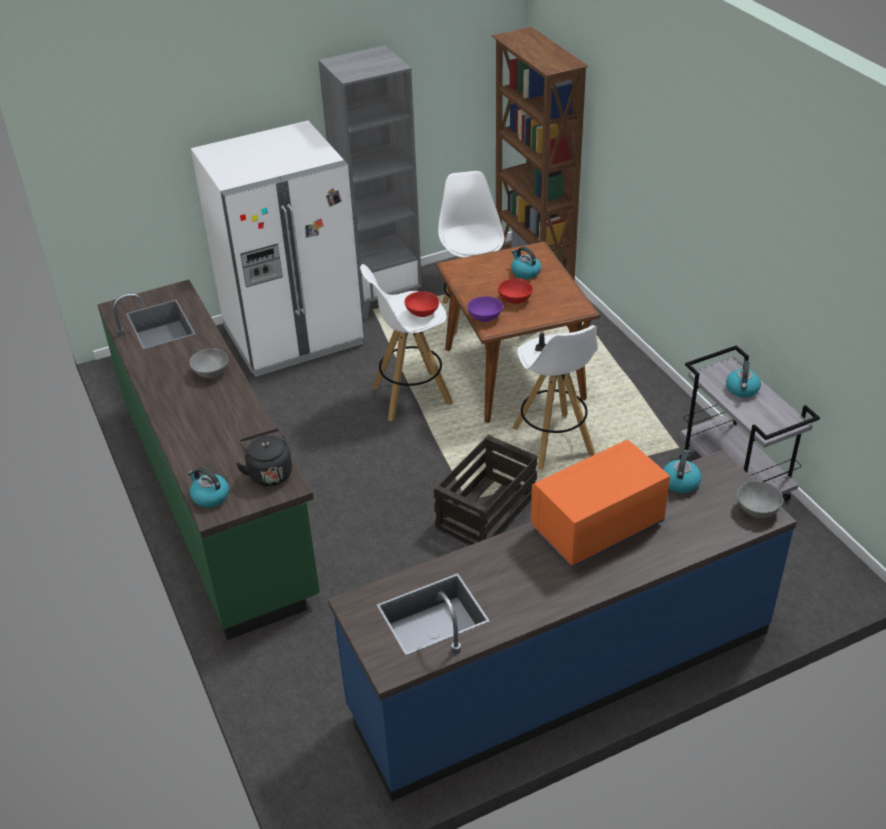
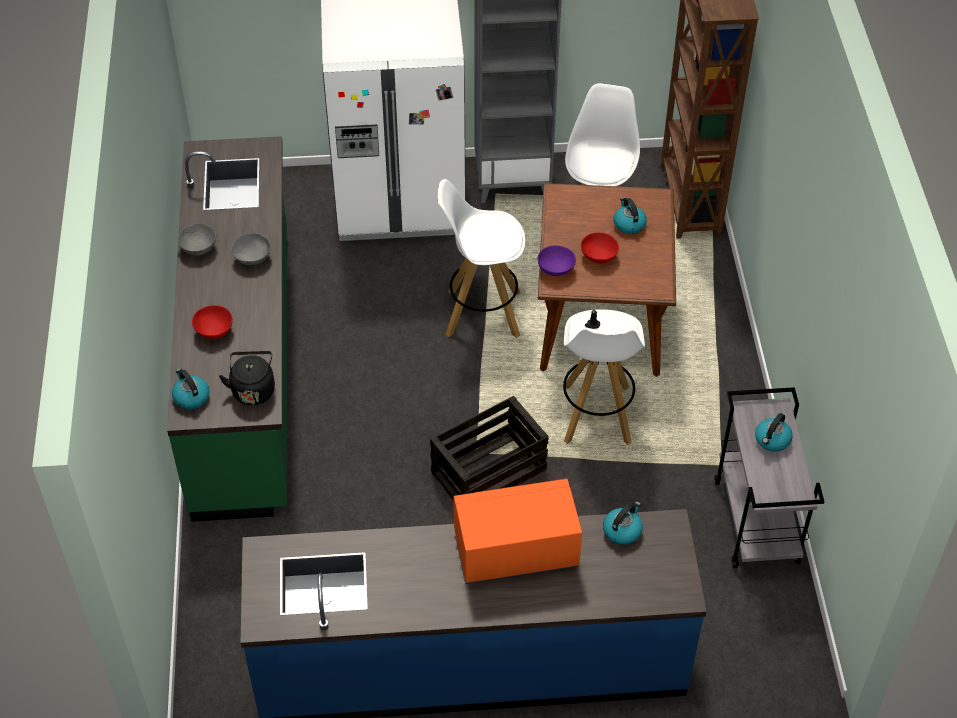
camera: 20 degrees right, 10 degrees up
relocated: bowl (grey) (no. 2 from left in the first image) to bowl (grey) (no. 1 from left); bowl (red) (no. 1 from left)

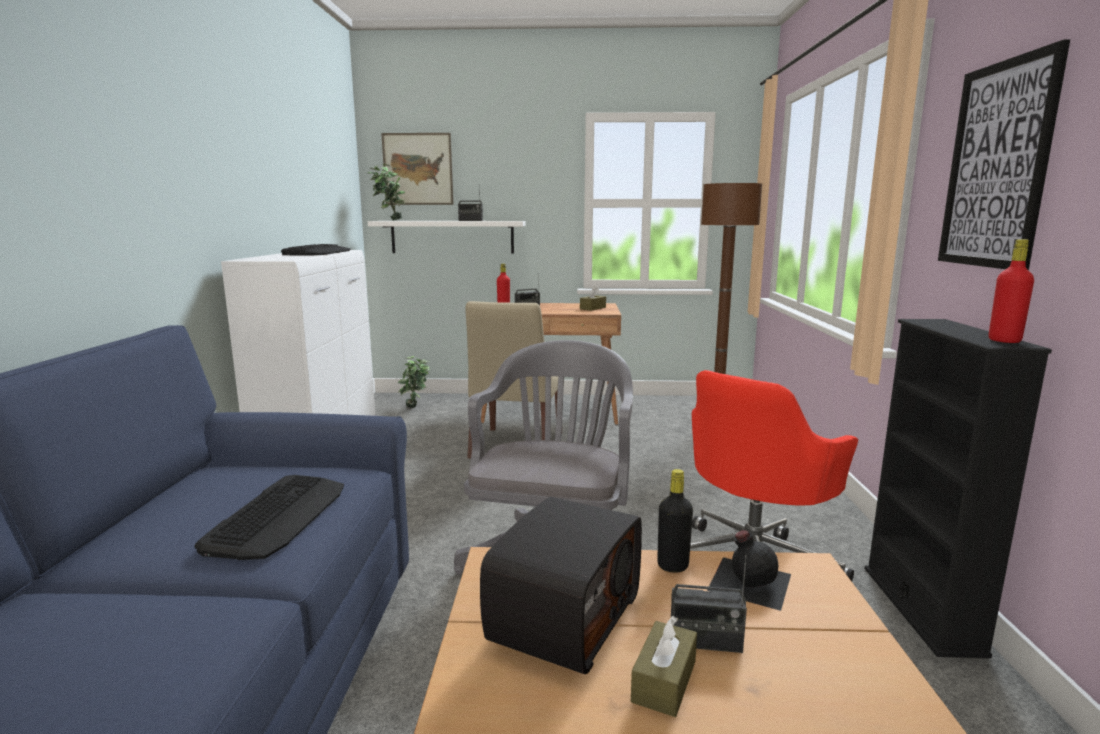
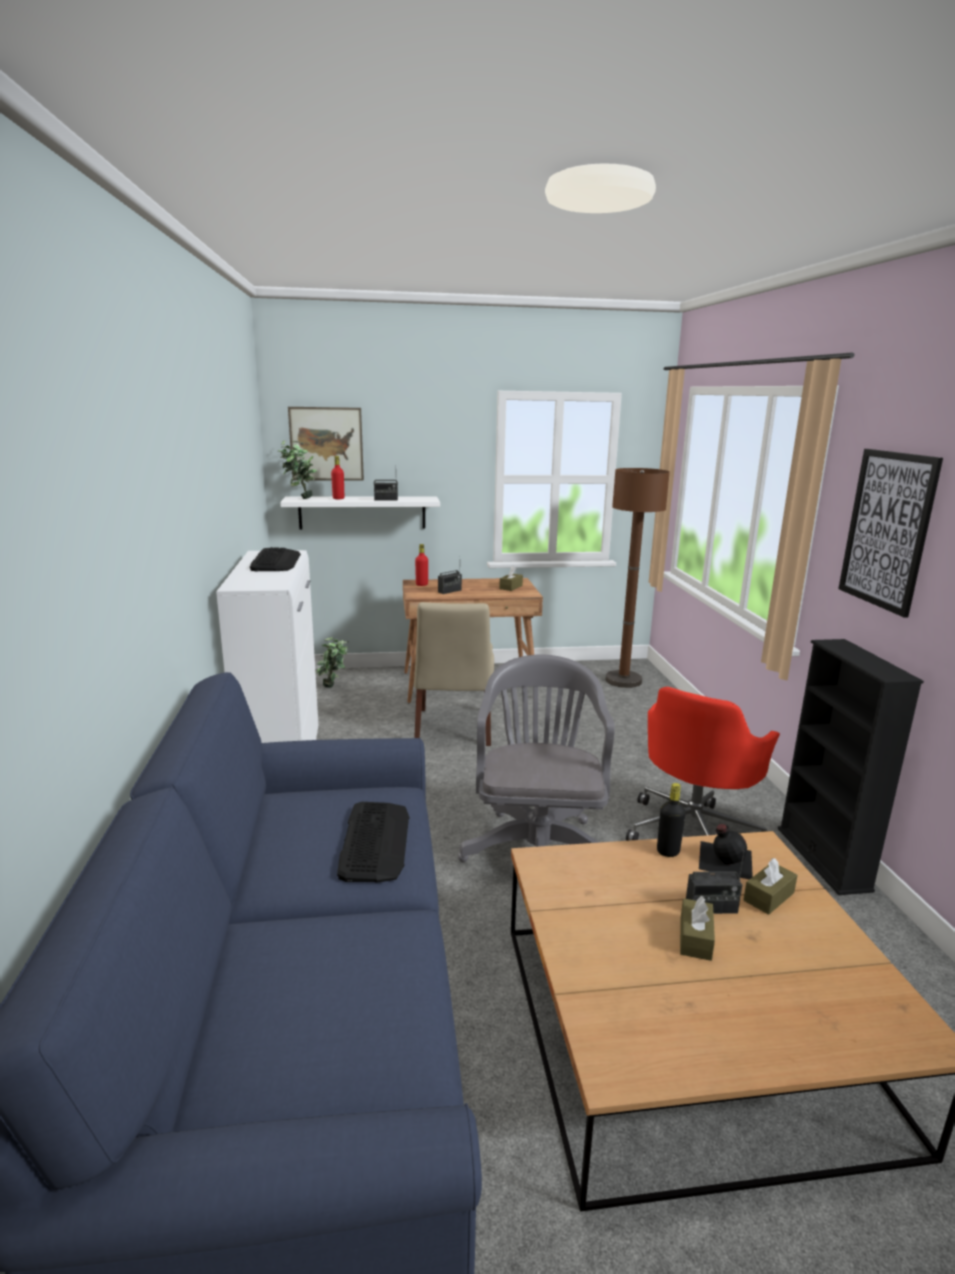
camera: 10 degrees left, 5 degrees up
missing: radio (no. 3 from left)
appeared: tissue box (brown) (no. 3 from left)
relocated: bottle (red) (no. 2 from left in the first image) to bottle (red) (no. 1 from left)

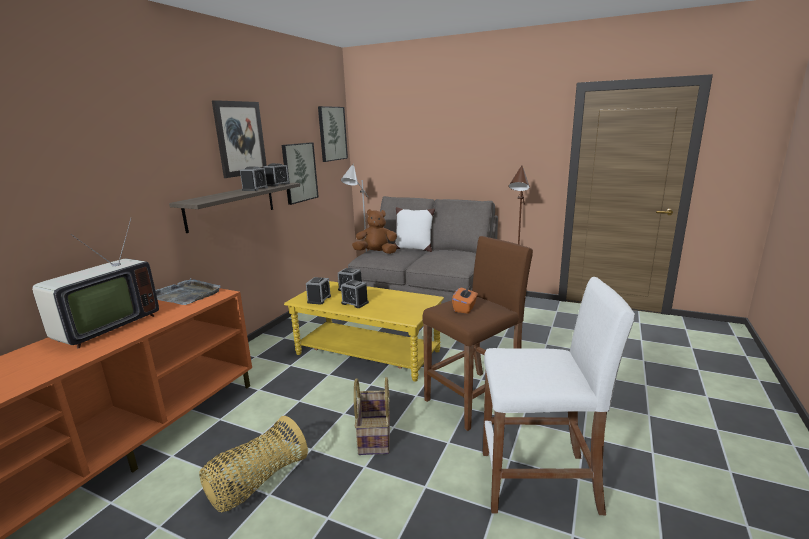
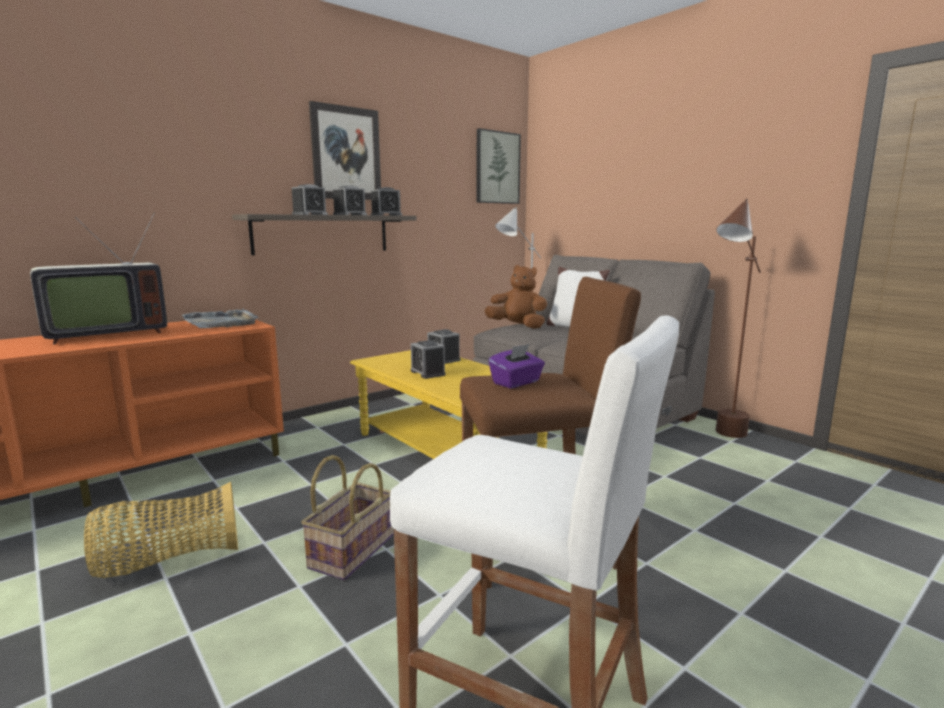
camera: 25 degrees right, 5 degrees down
missing: picture (no. 2 from left)
relocated: alarm clock (no. 3 from left in the first image) to alarm clock (no. 1 from left)
colour: tissue box (orange) to tissue box (purple)

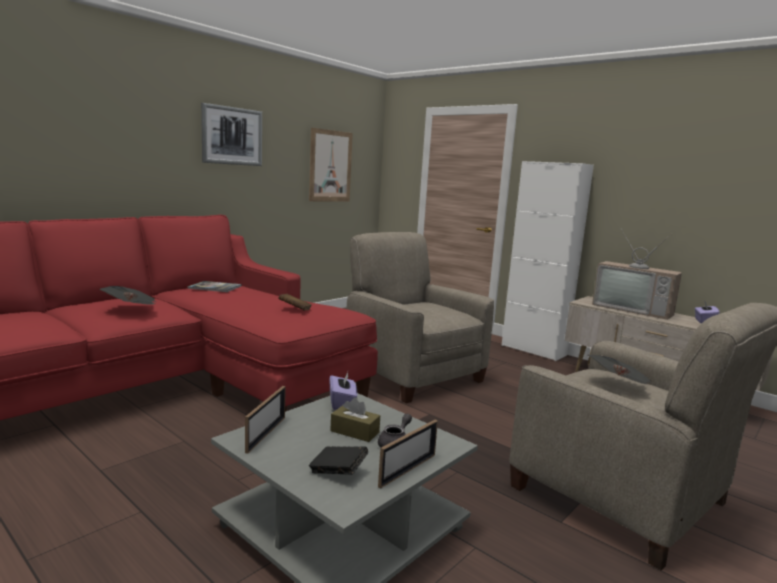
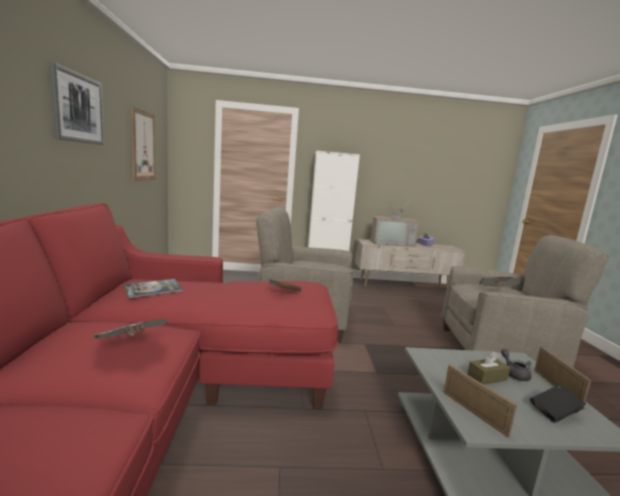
camera: 45 degrees left, 0 degrees up
missing: tissue box (purple) (no. 1 from left)

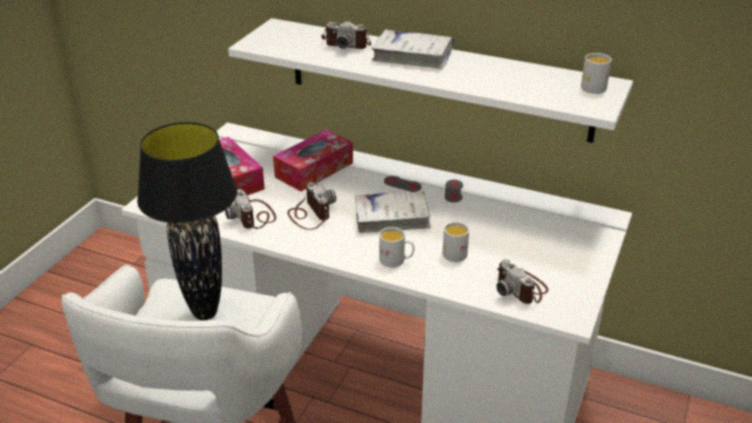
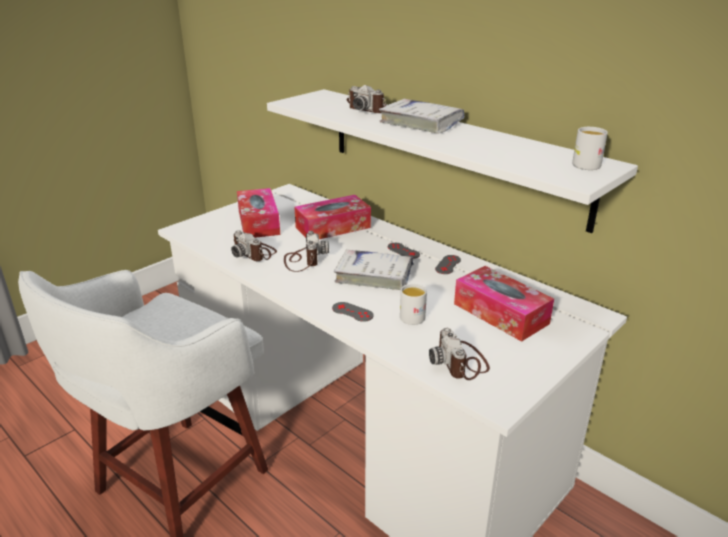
camera: 20 degrees right, 5 degrees down
missing: table lamp (black)
appeared: tissue box (no. 3 from left)
exchanged: mug (white) (no. 1 from left) to game controller (grey) (no. 1 from left)
spun: photo camera (no. 1 from left) 45 degrees counterclockwise

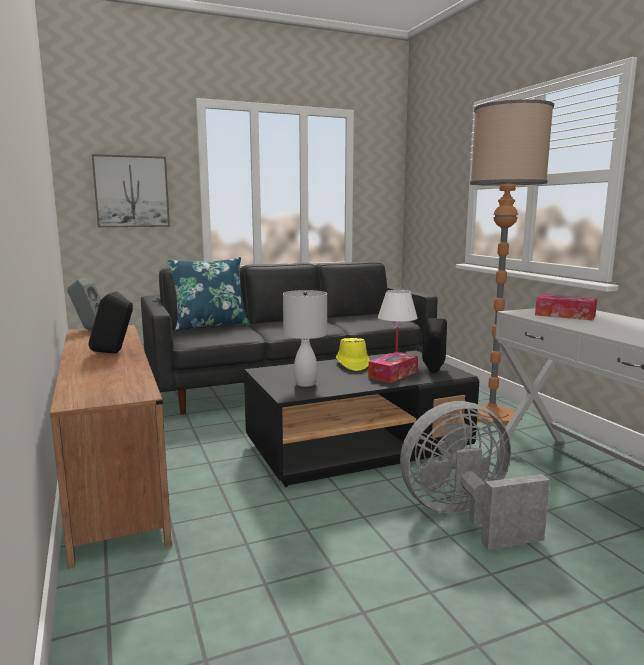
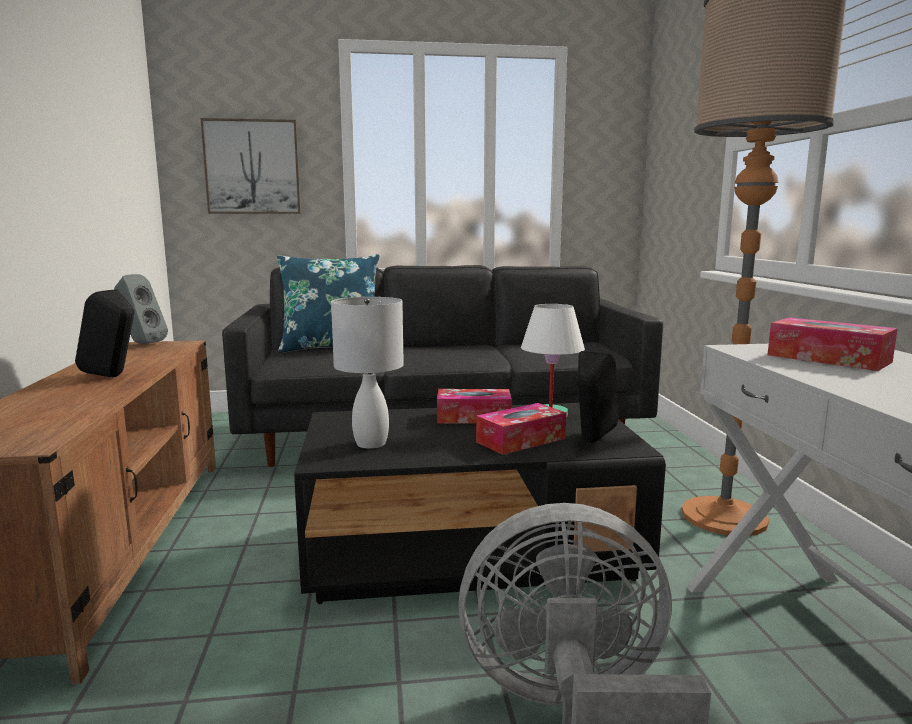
camera: 15 degrees right, 0 degrees up
exchanged: hat (yellow) to tissue box (no. 1 from left)

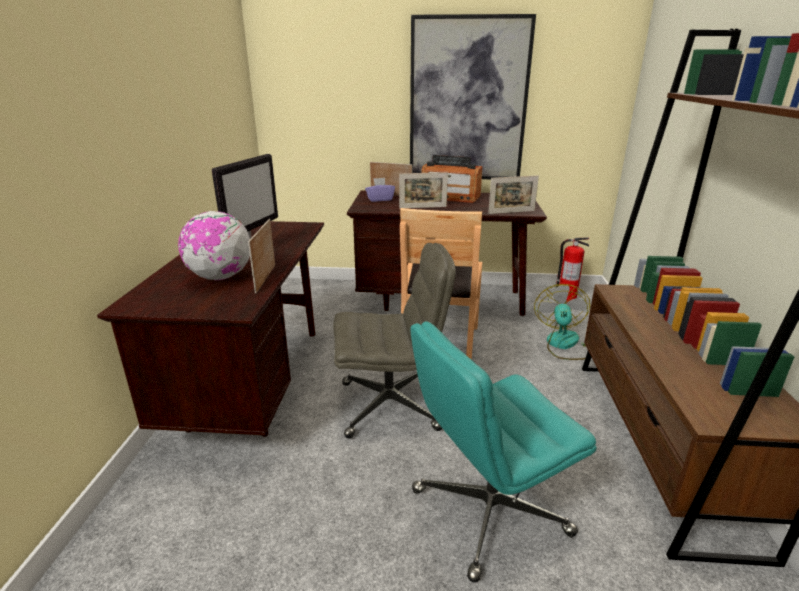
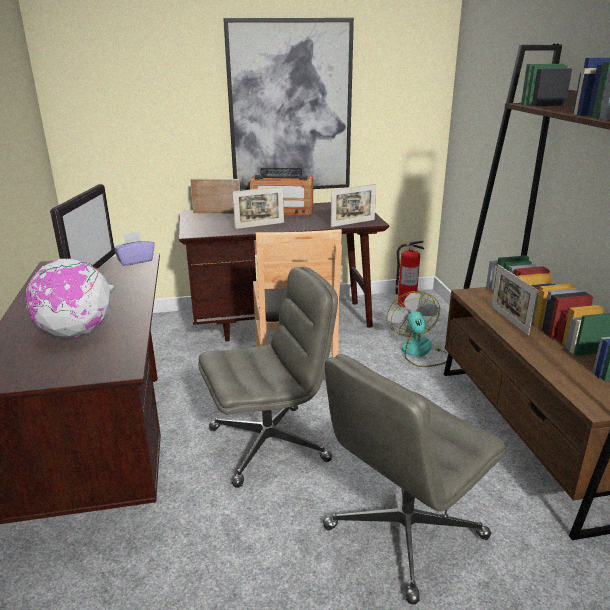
camera: 15 degrees left, 0 degrees up
relocated: tissue box (purple); picture frame (no. 1 from left in the first image) to picture frame (no. 4 from left)
colour: office chair (turquoise) to office chair (grey) (no. 2 from left)

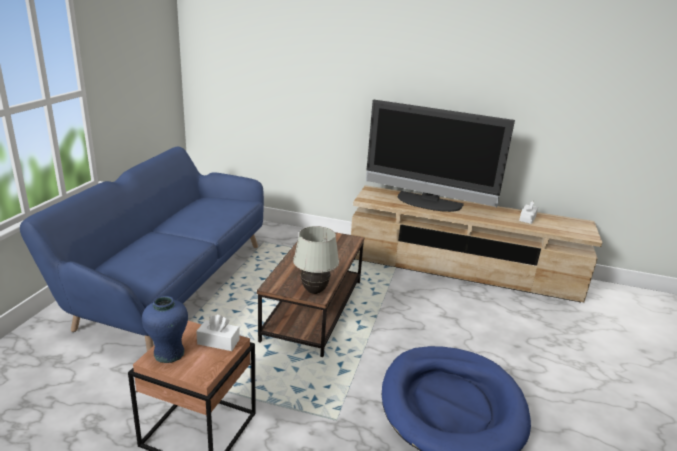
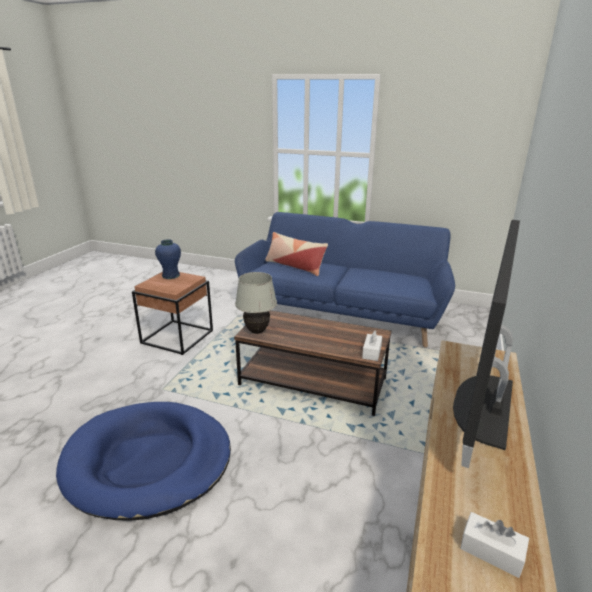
camera: 95 degrees right, 0 degrees up
appeared: pillow
relocated: tissue box (white) (no. 1 from left)

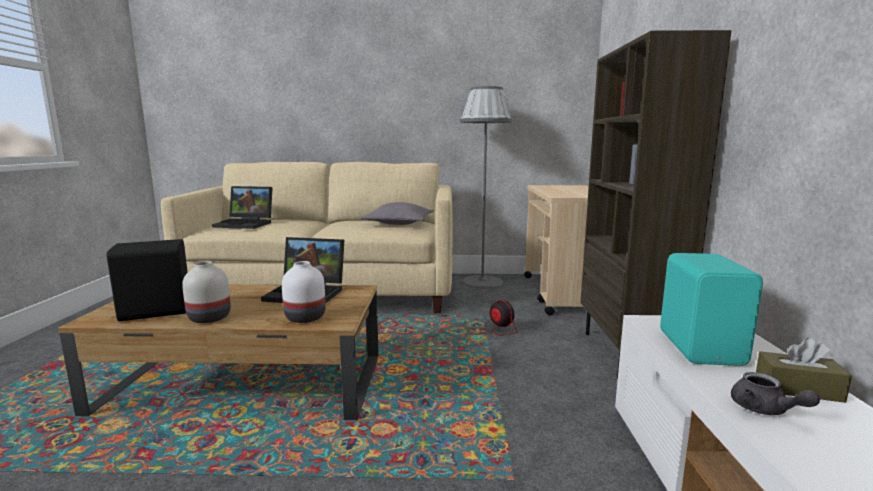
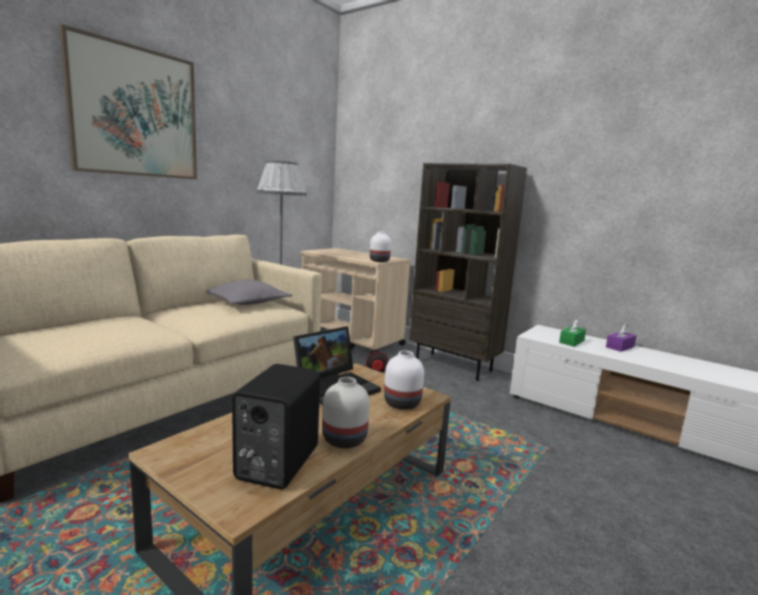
camera: 55 degrees left, 0 degrees up
missing: laptop (no. 1 from left); teapot (grey)
appeared: picture; vase (white) (no. 2 from left)
exchanged: speaker (turquoise) to tissue box (green)
colour: tissue box (brown) to tissue box (purple)

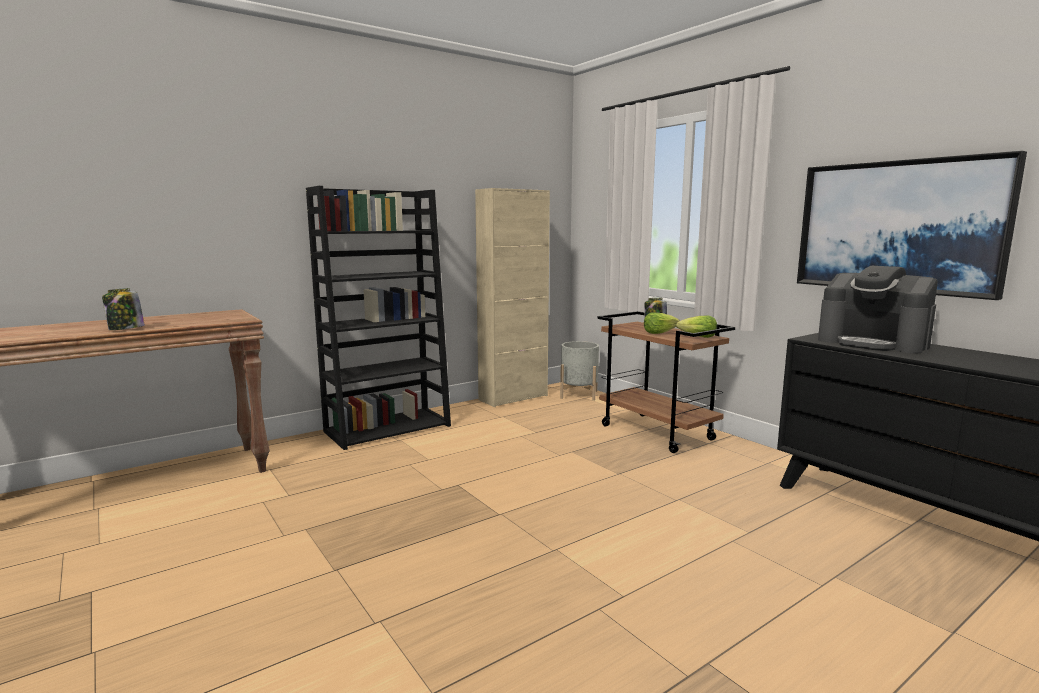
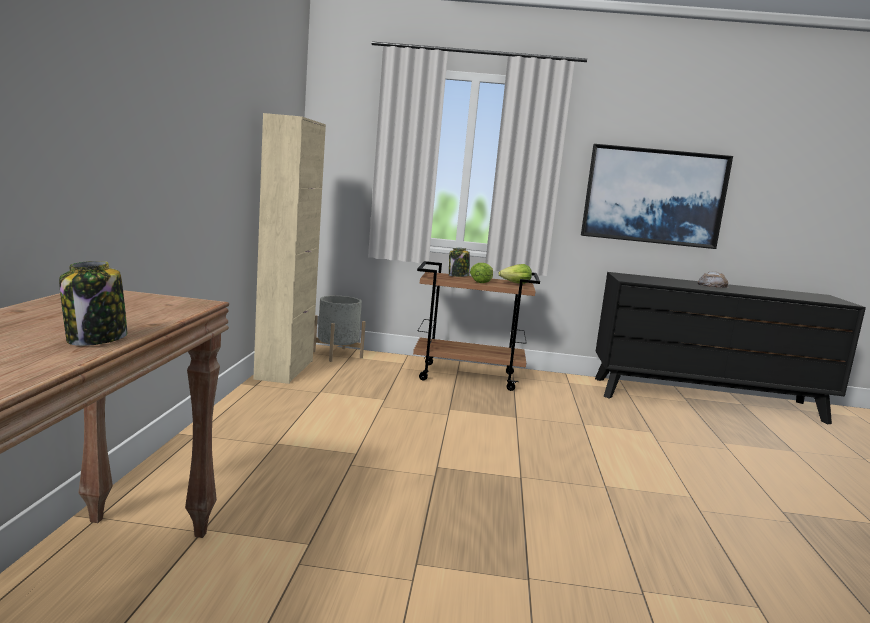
camera: 50 degrees left, 0 degrees up
missing: bookcase (black); coffee machine
appeared: bread

